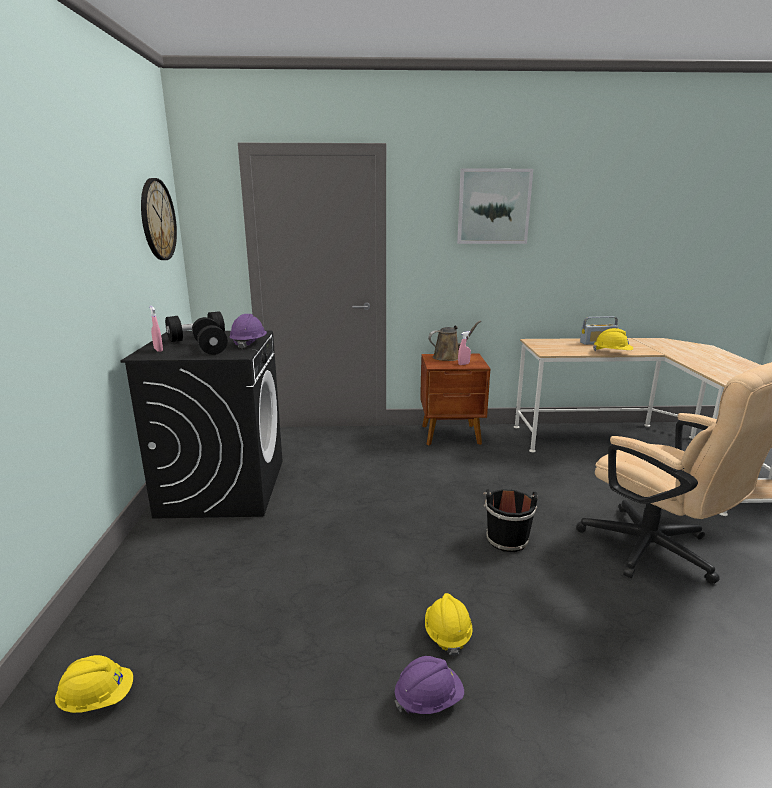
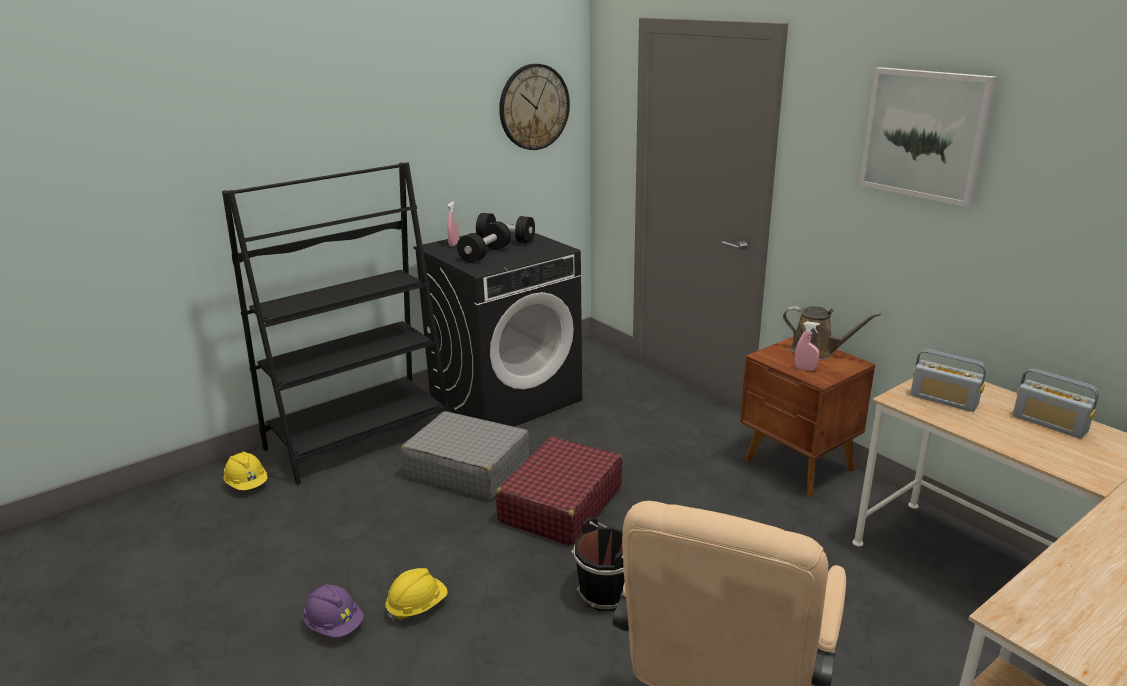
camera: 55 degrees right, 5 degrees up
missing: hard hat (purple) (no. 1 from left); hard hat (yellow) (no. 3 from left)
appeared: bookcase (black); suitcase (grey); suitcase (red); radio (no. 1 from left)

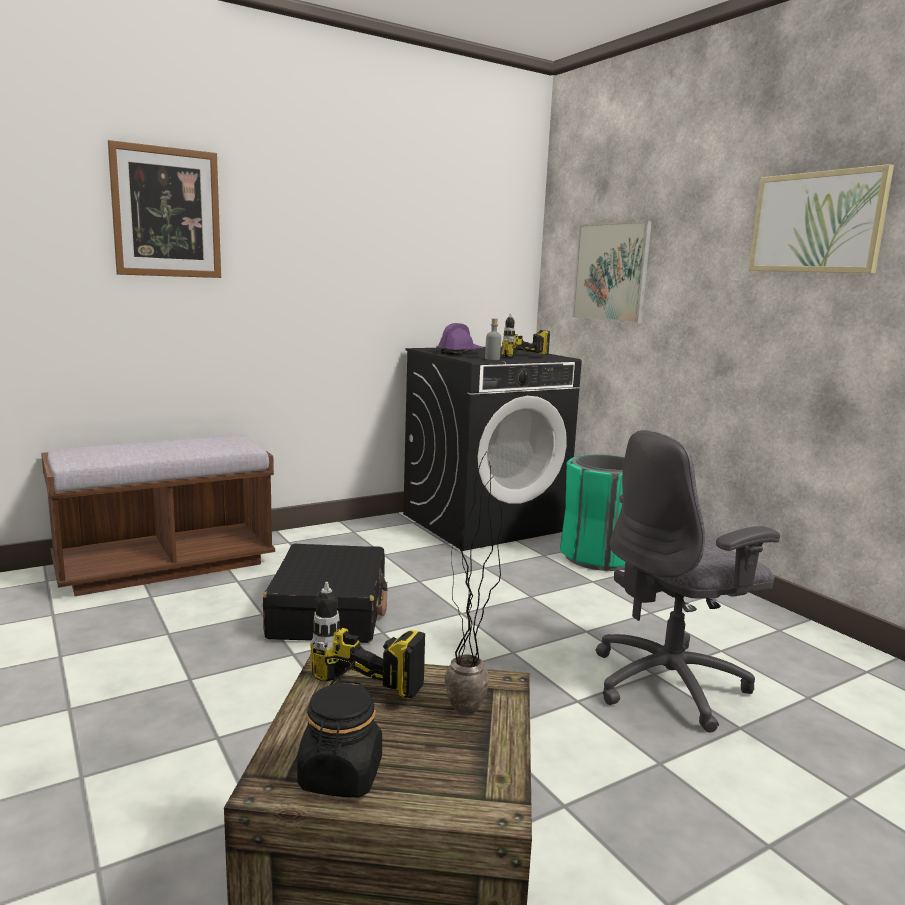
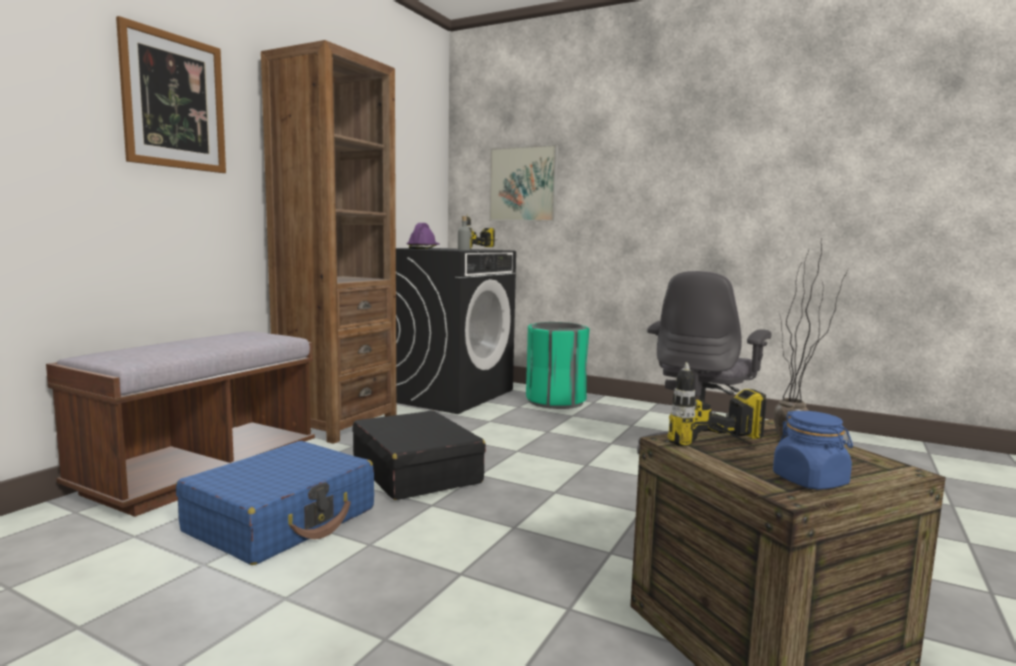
camera: 30 degrees left, 5 degrees down
missing: picture (no. 3 from left)
appeared: suitcase (blue); bookcase (brown)
colour: jar (black) to jar (blue)

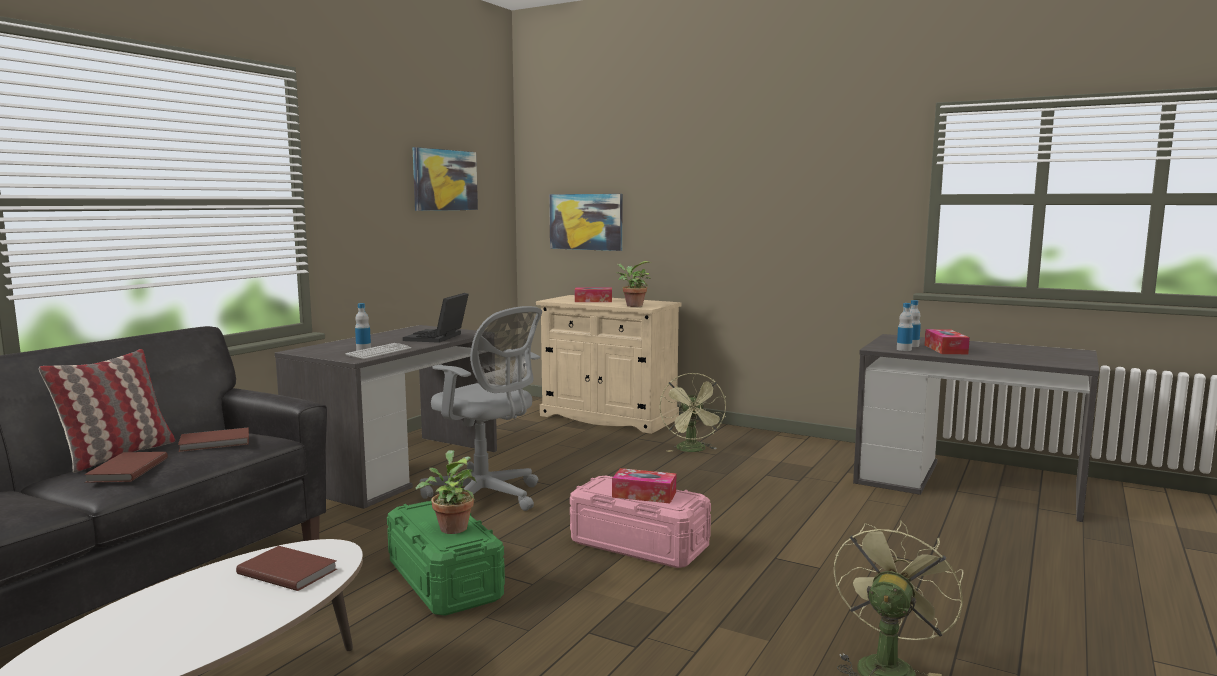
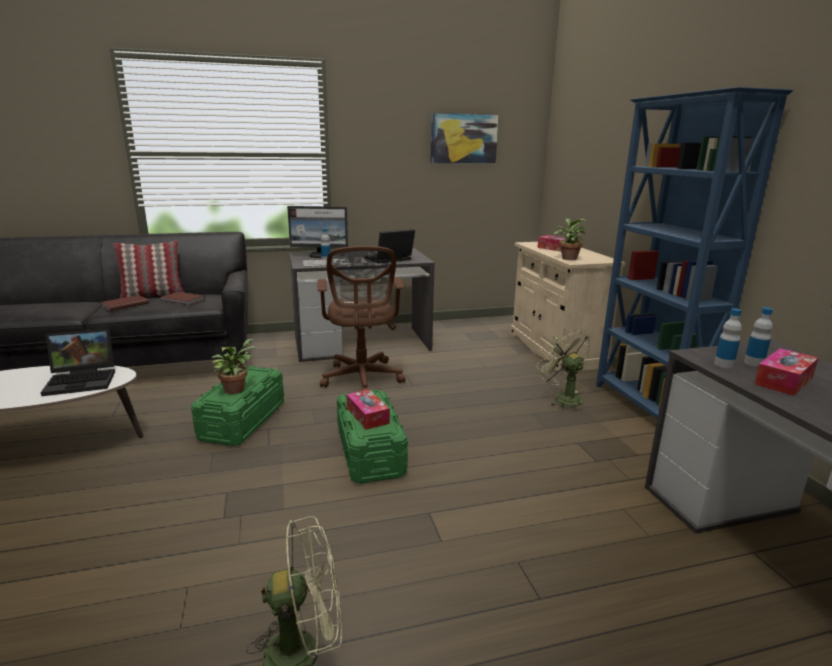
camera: 45 degrees right, 10 degrees up
missing: picture (no. 2 from left)
appeared: monitor; bookcase (blue)
exchanged: book (brown) (no. 3 from left) to laptop (no. 1 from left)
colour: office chair (grey) to office chair (brown); storage box (pink) to storage box (green) (no. 2 from left)
spun: fan (green) (no. 1 from left in the first image) 105 degrees clockwise

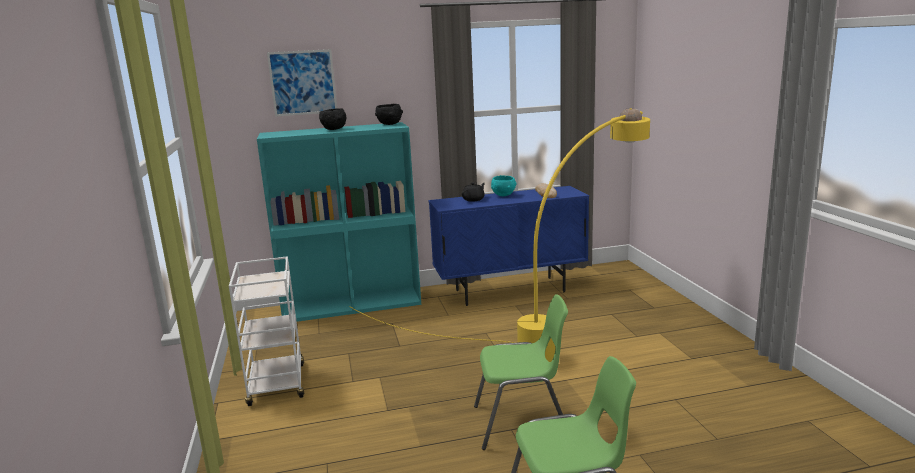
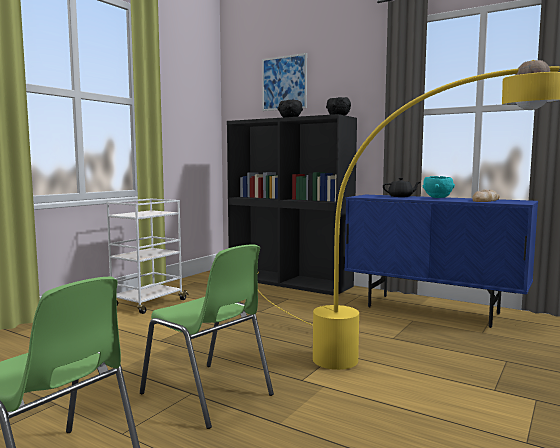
camera: 45 degrees right, 10 degrees down
colour: bookcase (turquoise) to bookcase (black)

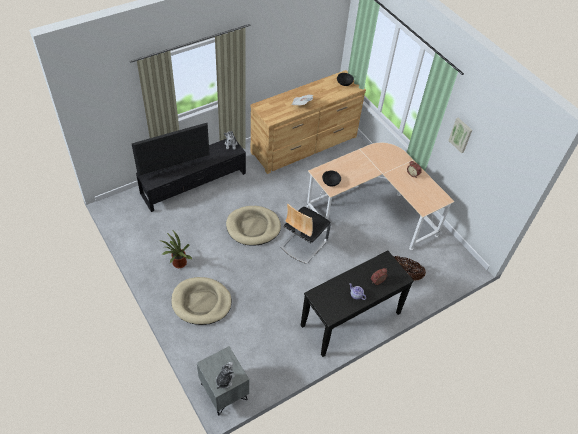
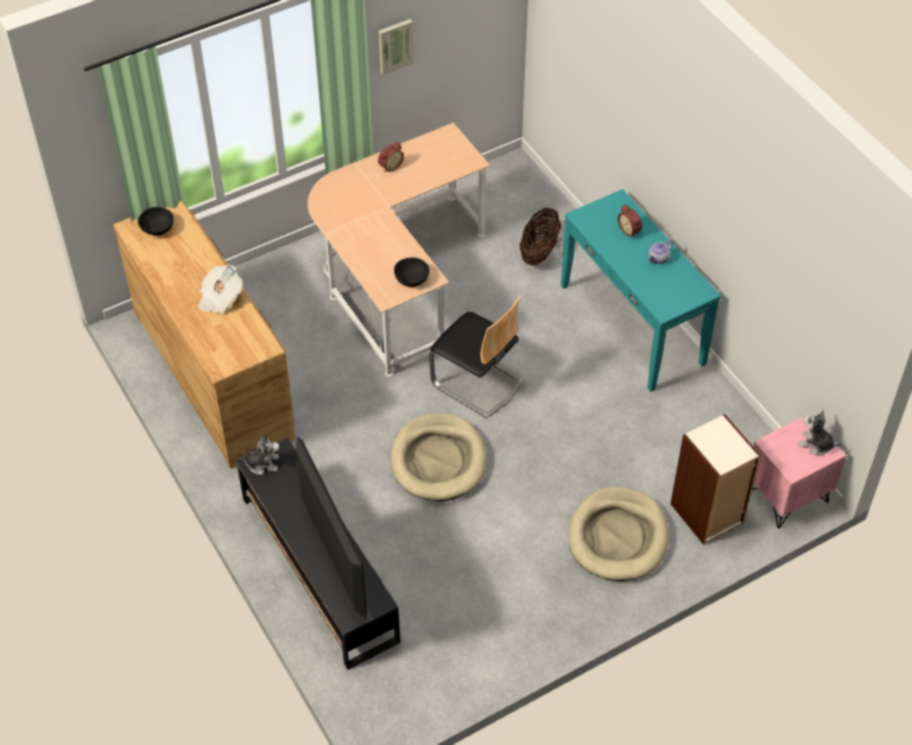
camera: 85 degrees left, 0 degrees up
missing: potted plant
appeared: bookcase
colour: console table (black) to console table (turquoise); nightstand (grey) to nightstand (pink)

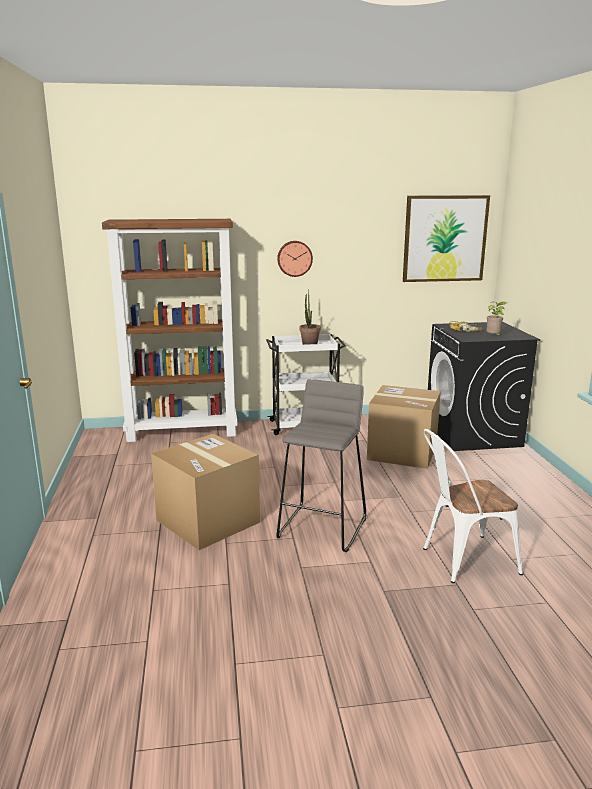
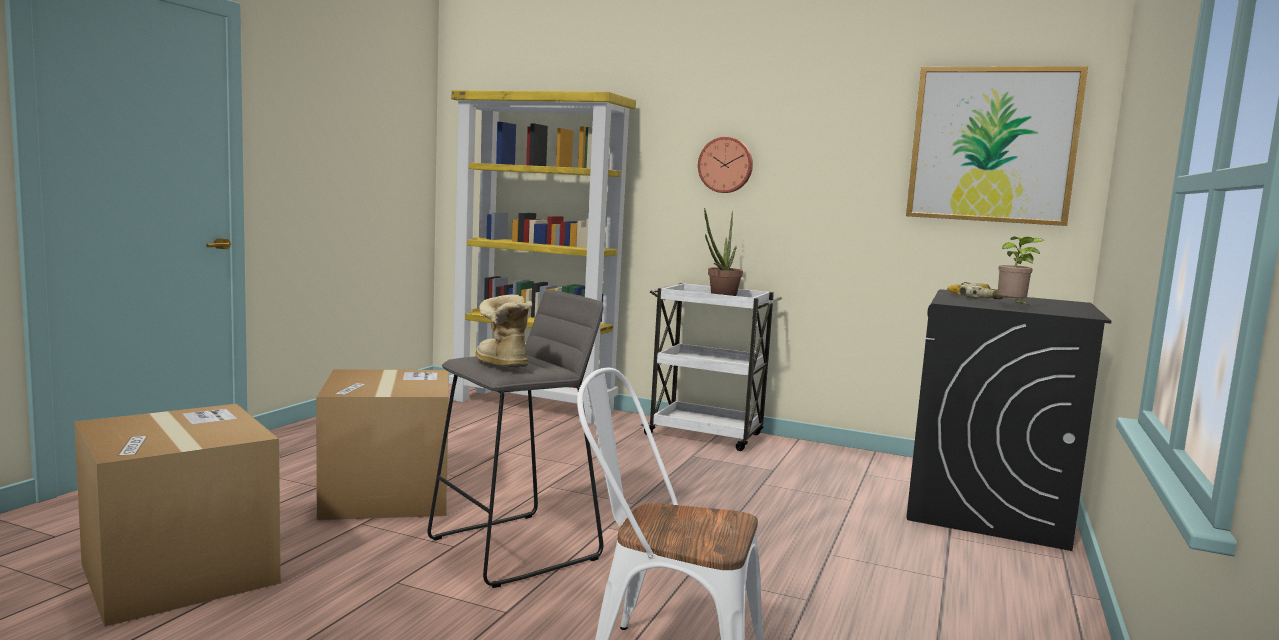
camera: 30 degrees right, 10 degrees down
appeared: boot
relocated: cardboard box (no. 2 from left in the first image) to cardboard box (no. 1 from left)
colour: bookcase (brown) to bookcase (yellow)

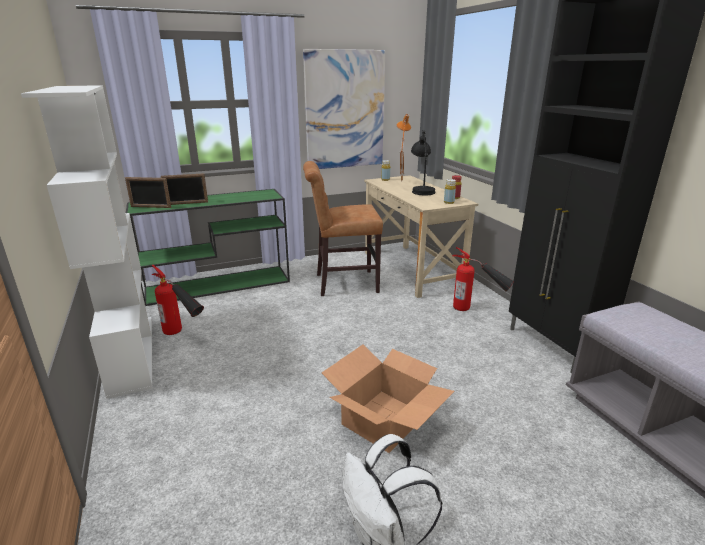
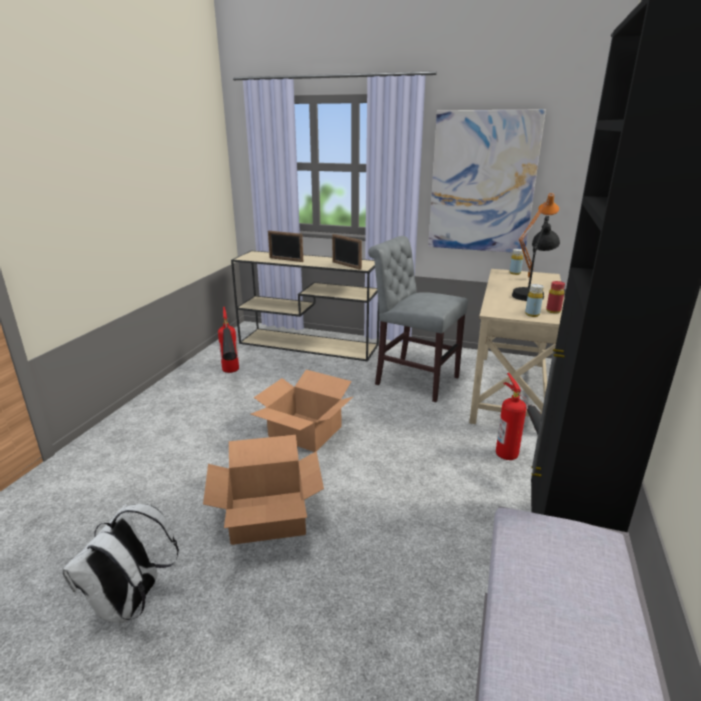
camera: 40 degrees right, 0 degrees up
missing: bookcase (white)
appeared: cardboard box (no. 2 from left)
relocated: picture frame (no. 1 from left in the first image) to picture frame (no. 2 from left)
colour: console table (green) to console table (beige); chair (brown) to chair (grey)

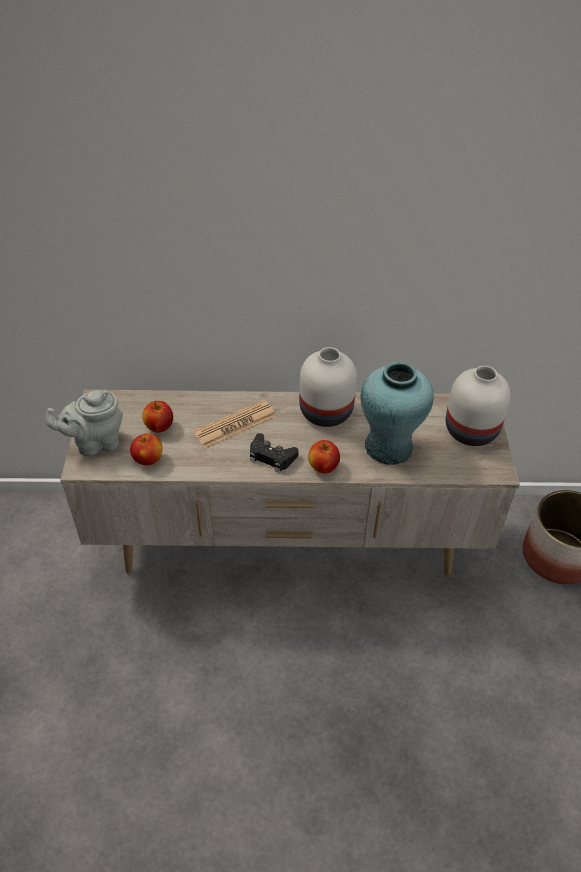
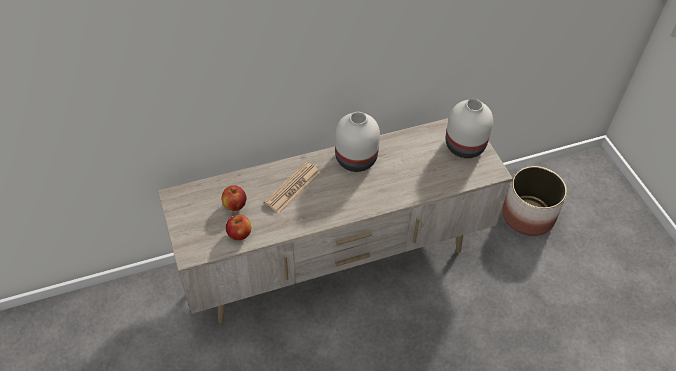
camera: 20 degrees left, 5 degrees up
missing: teapot (grey); game controller (black); apple (no. 3 from left); vase (turquoise)

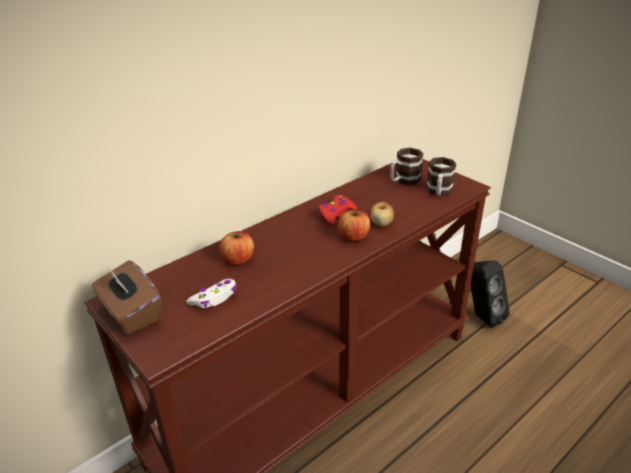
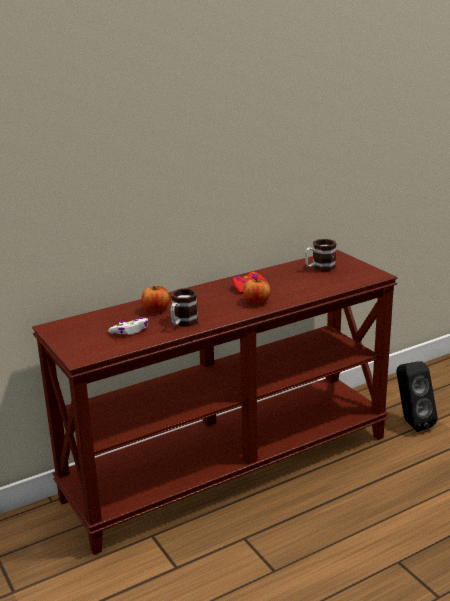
camera: 10 degrees right, 10 degrees down
missing: tissue box (brown); apple (no. 3 from left)
relocated: mug (no. 2 from left in the first image) to mug (no. 1 from left)

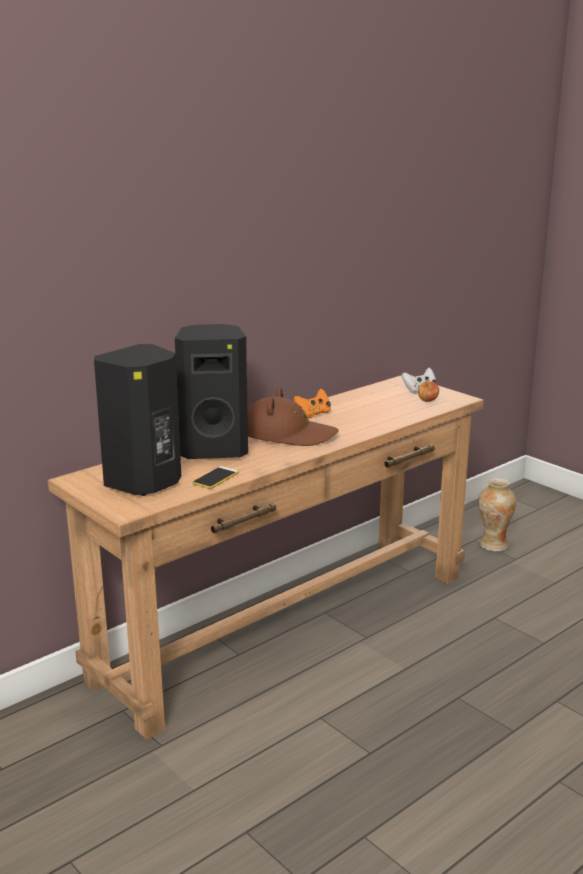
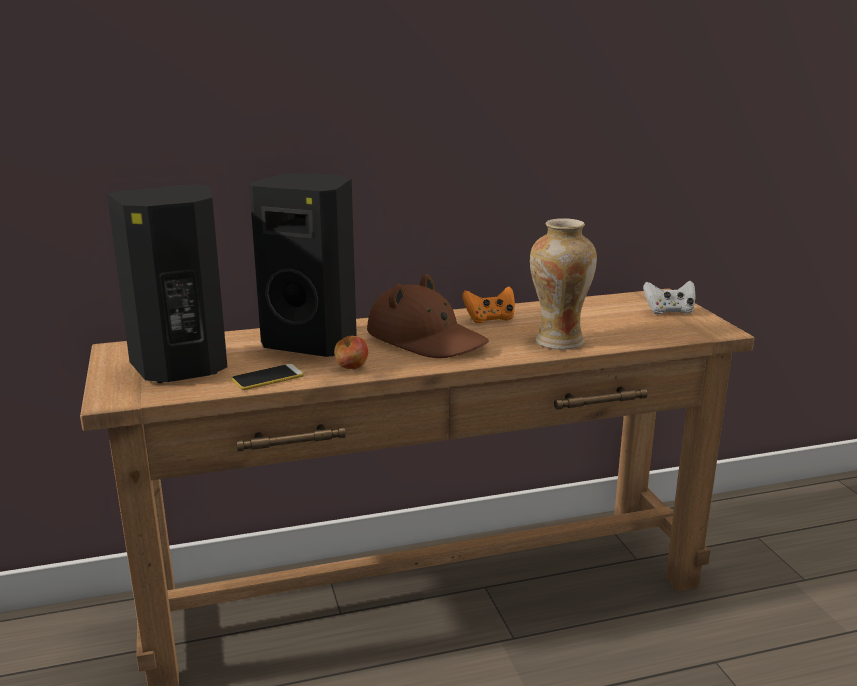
camera: 25 degrees right, 0 degrees up
relocated: apple; vase

